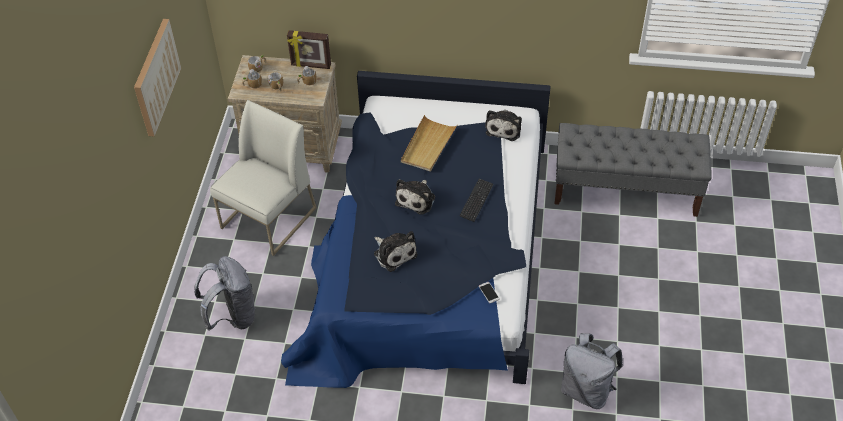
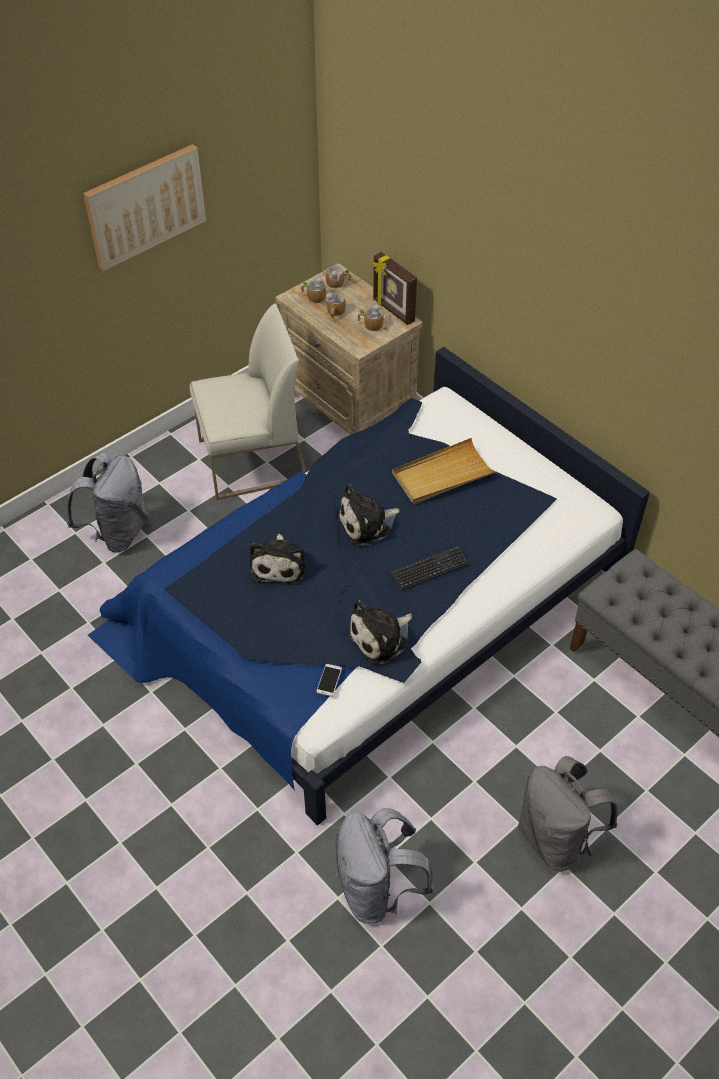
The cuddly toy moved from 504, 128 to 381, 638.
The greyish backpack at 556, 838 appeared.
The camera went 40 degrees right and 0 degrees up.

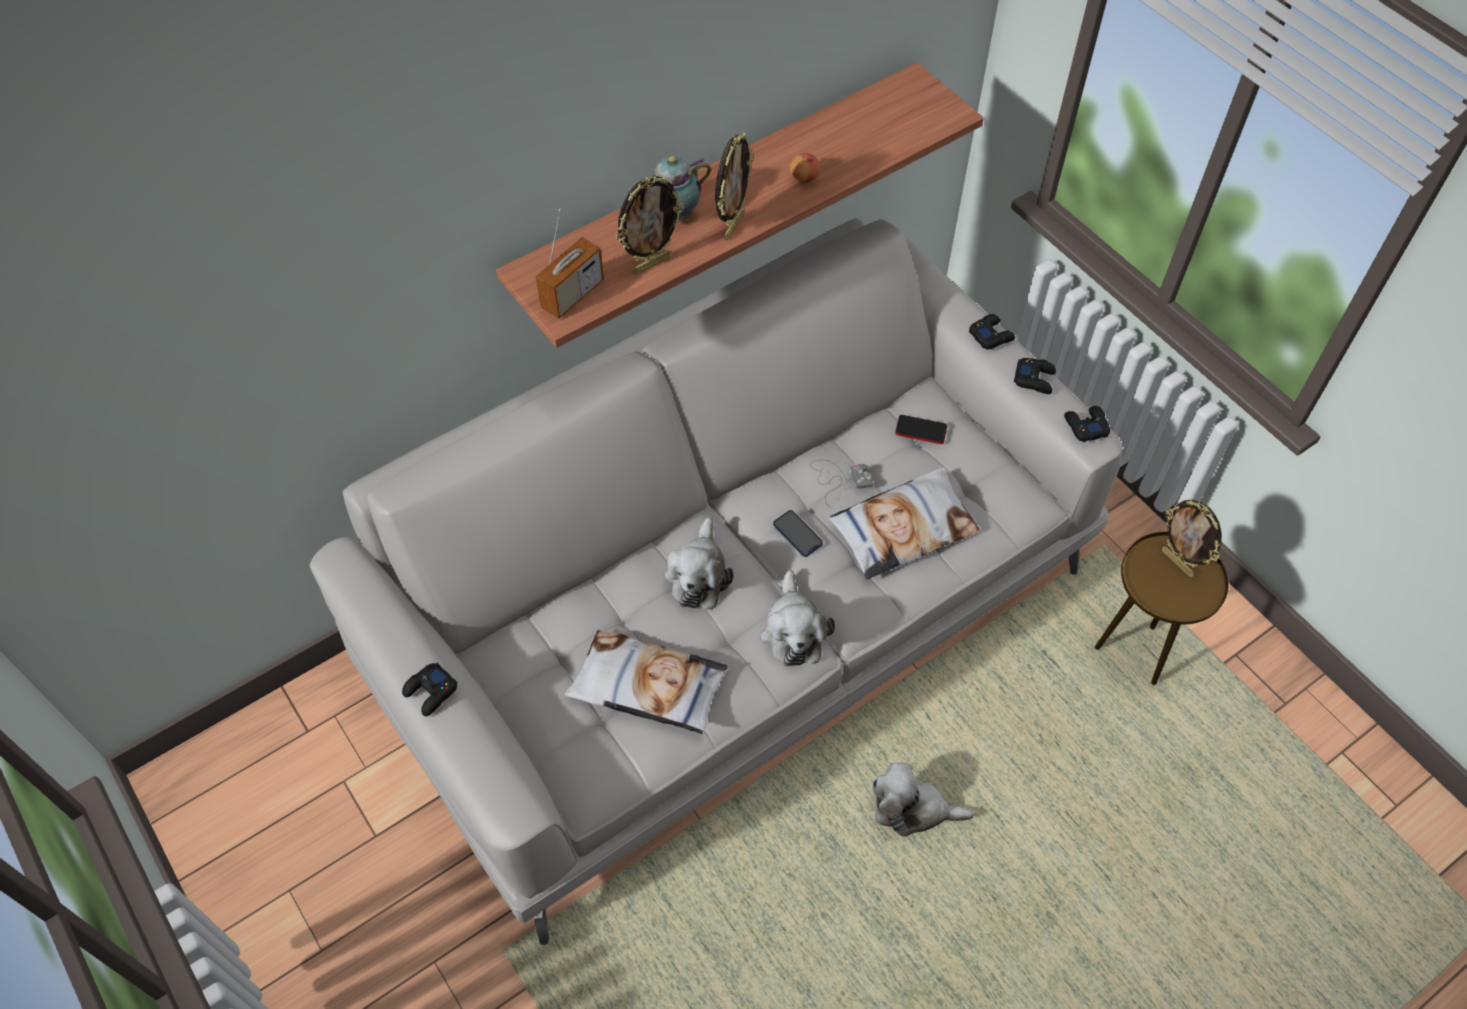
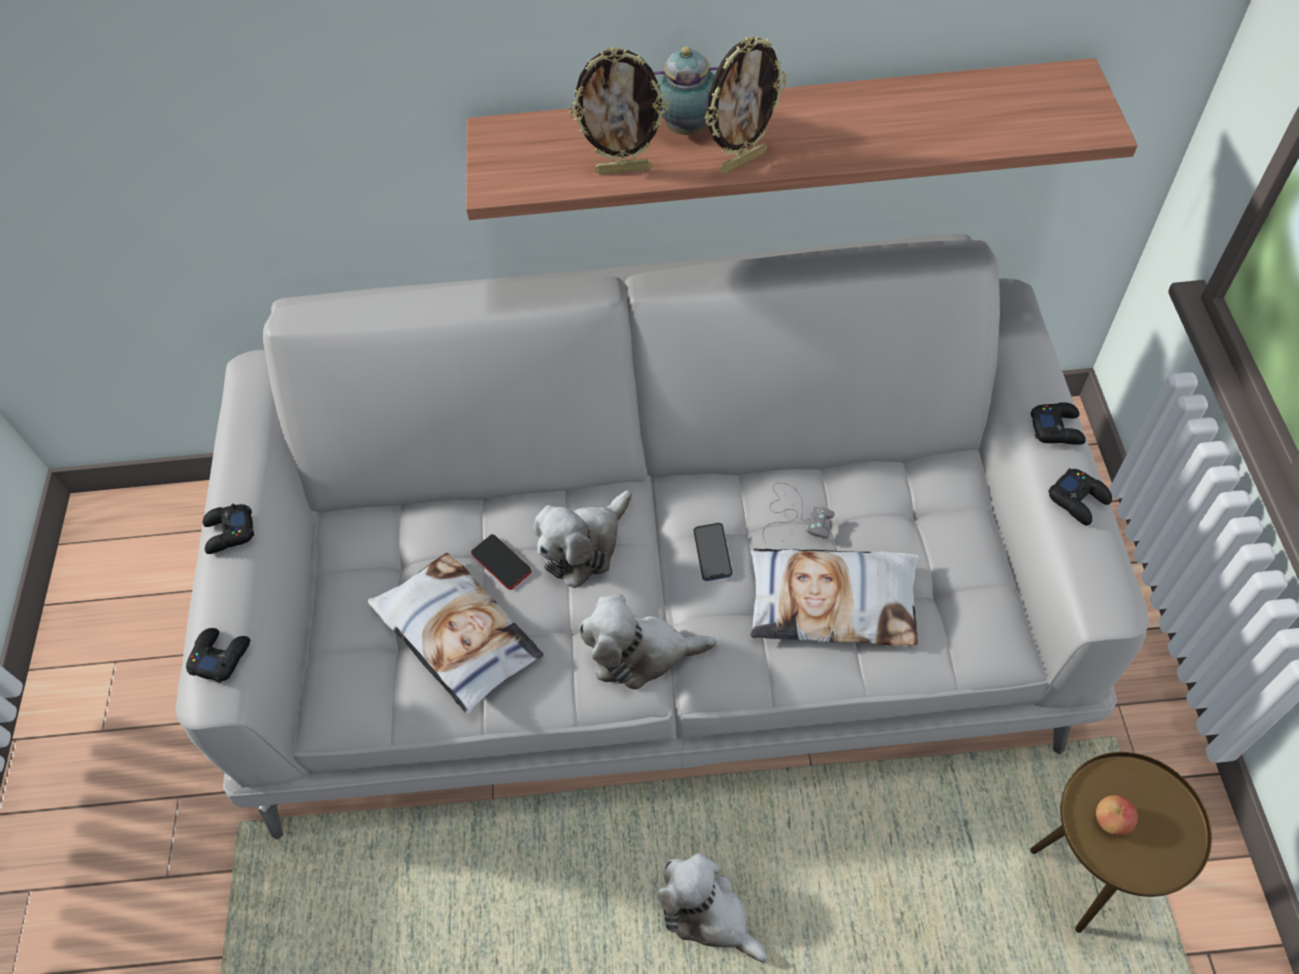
The black-coloured game controller moved from 1085, 426 to 220, 656.
The handset moved from 921, 430 to 501, 562.
The cuddly toy at 794, 630 turned 60 degrees clockwise.
The whole apple moved from 804, 178 to 1111, 820.
The radio receiver at 573, 295 disappeared.
The standing frame at 1177, 563 disappeared.
The camera went 35 degrees right and 0 degrees up.

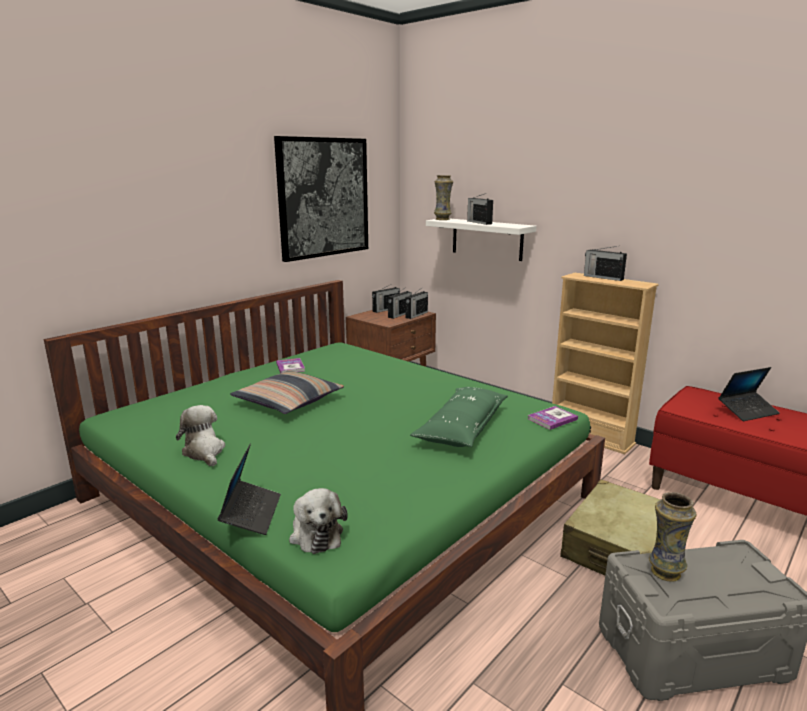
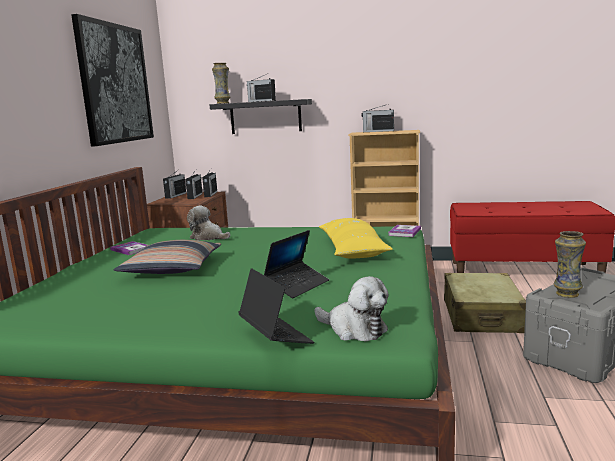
The cuddly toy moved from 204, 452 to 208, 237.
The white shelf at 487, 239 became the black-coloured shelf at 265, 117.
The notebook computer moved from 747, 411 to 297, 285.
The green pillow at 462, 428 became the yellow pillow at 352, 249.
The camera went 30 degrees left and 5 degrees down.

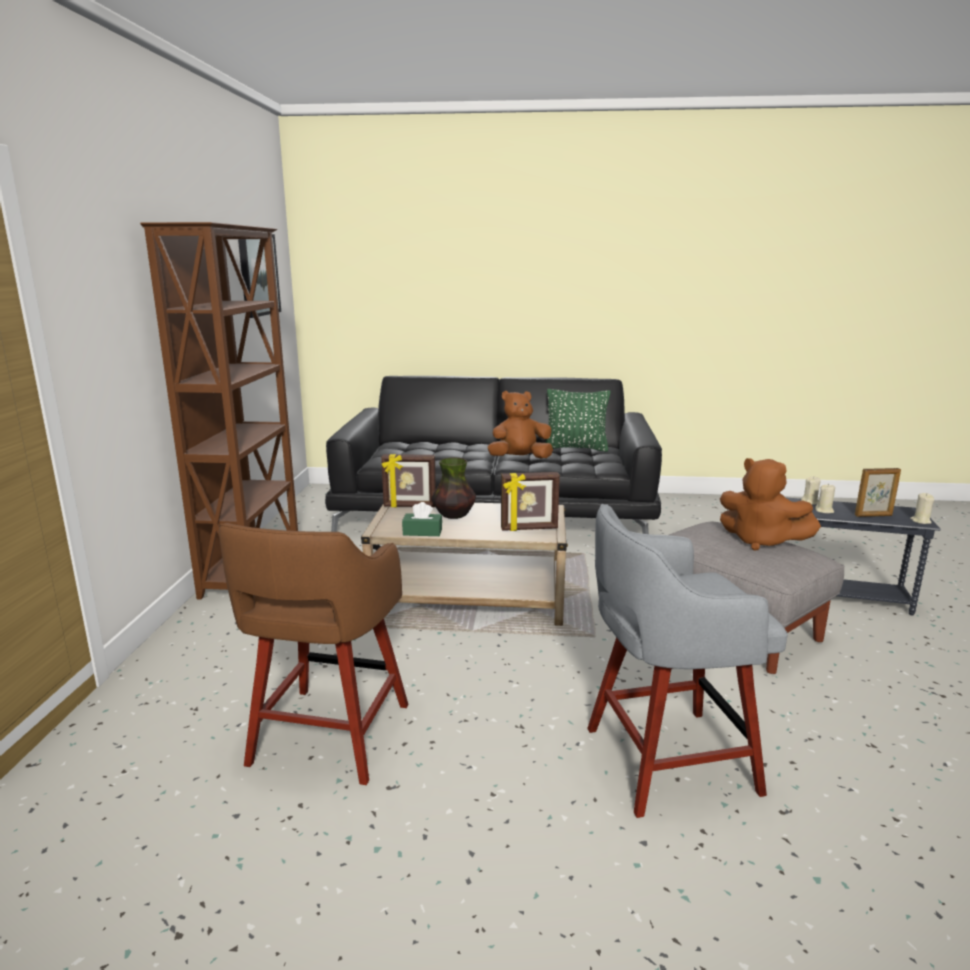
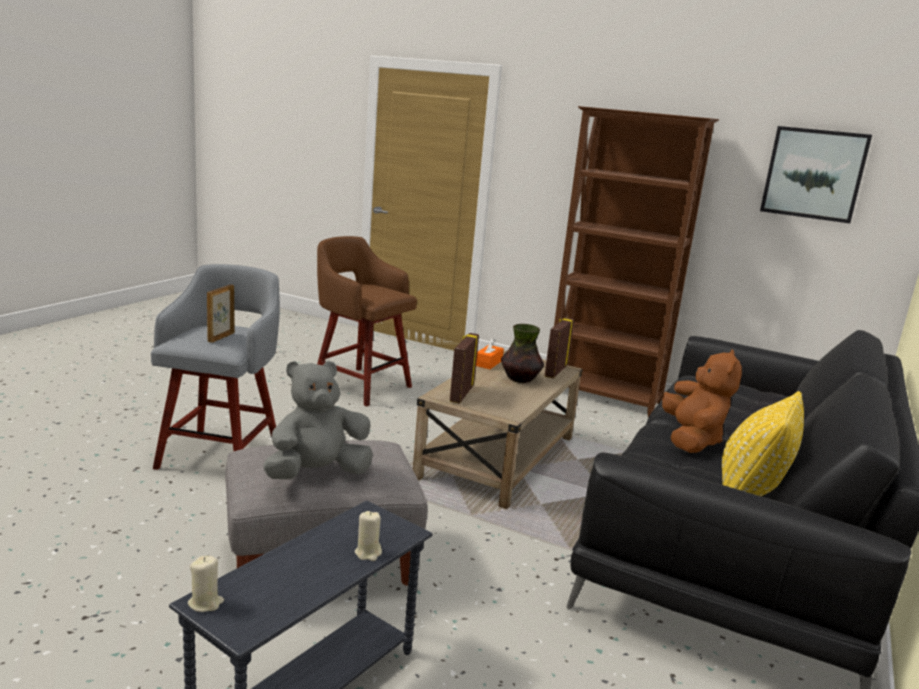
The standing frame moved from 873, 516 to 220, 337.
The brown cuddly toy at 761, 541 became the greyish cuddly toy at 317, 473.
The green box of tissues at 422, 532 became the orange box of tissues at 488, 363.
The green pillow at 576, 448 became the yellow pillow at 750, 492.
The beige-coloured candle at 824, 511 disappeared.
The camera went 110 degrees right and 0 degrees up.

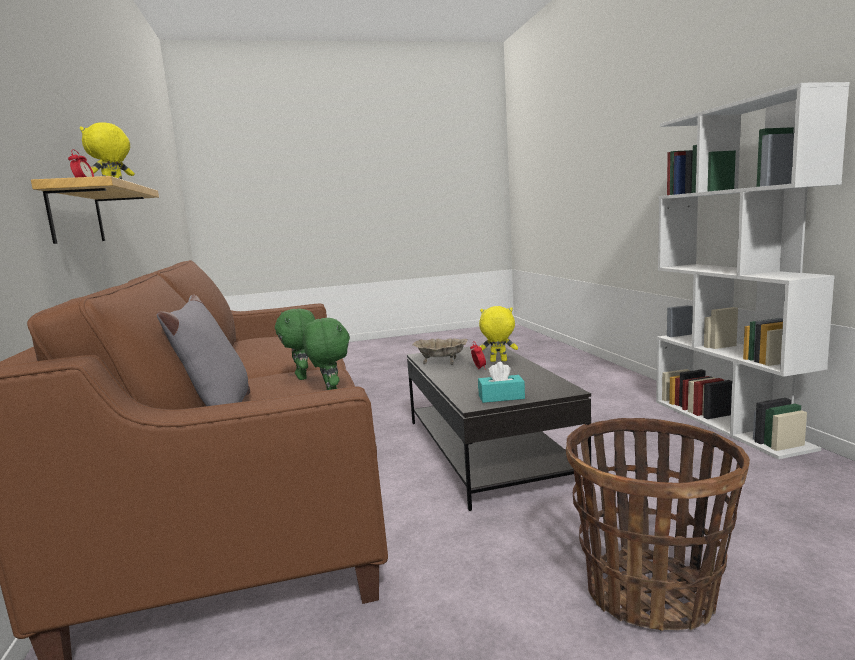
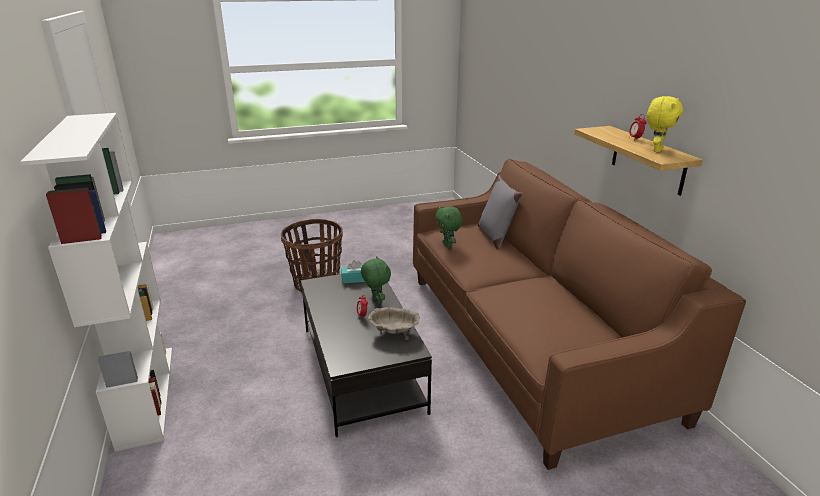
The green cuddly toy moved from 303, 377 to 376, 300.
The yellow cuddly toy at 498, 361 disappeared.
The camera went 175 degrees right and 15 degrees up.

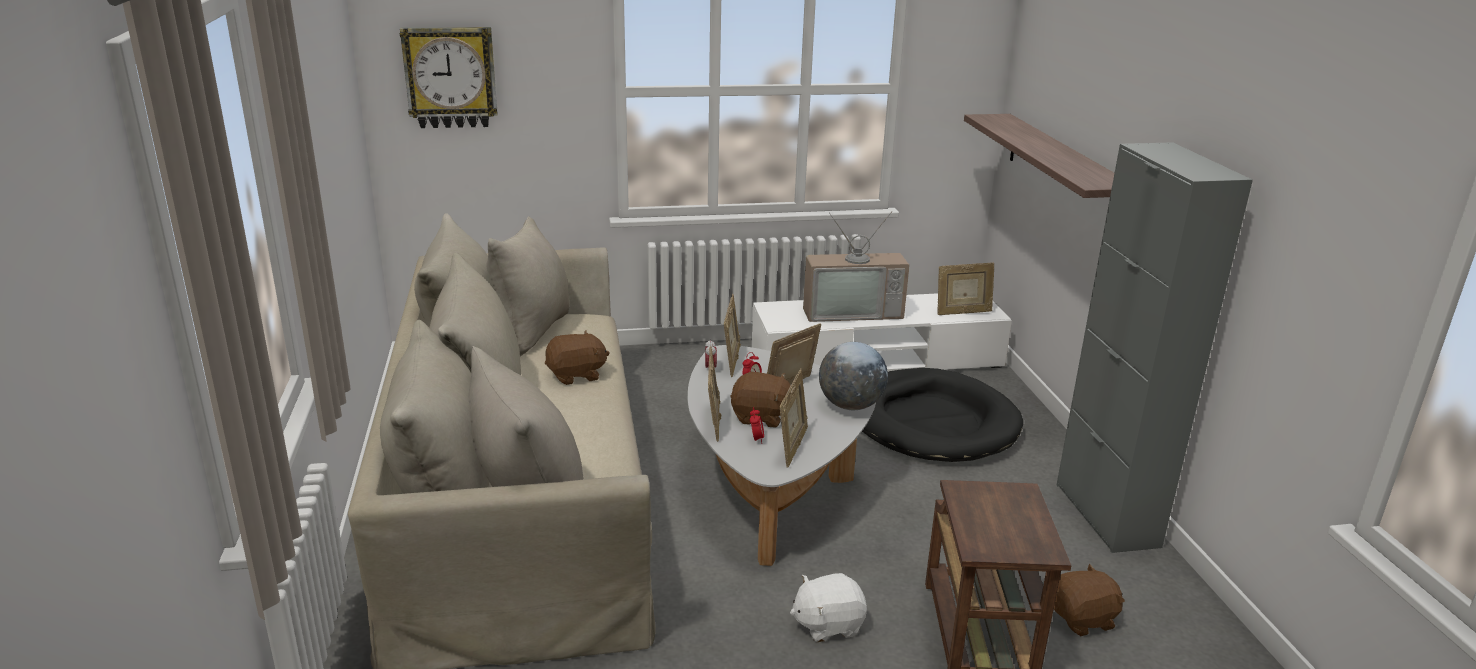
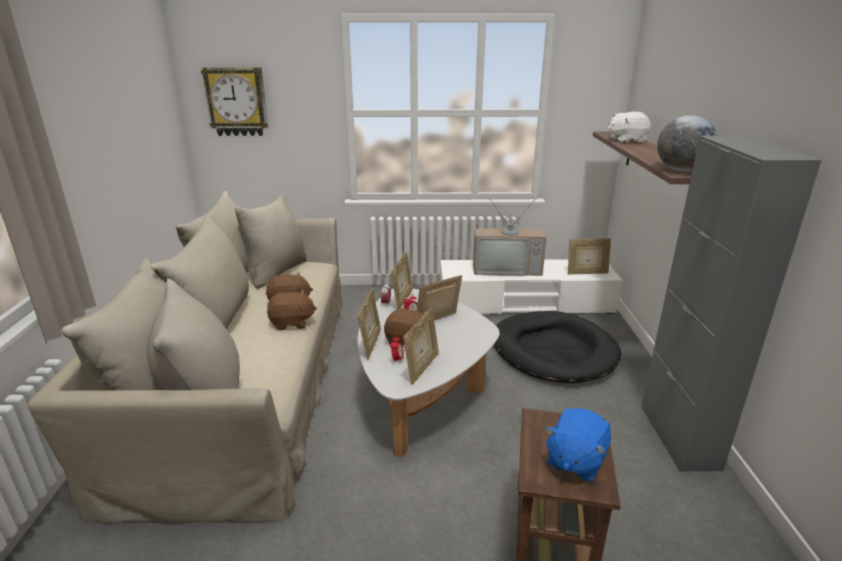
The brown cuddly toy moved from 1082, 619 to 292, 323.
The blue cuddly toy at 575, 460 appeared.
The white cuddly toy moved from 827, 624 to 626, 140.
The globe moved from 850, 405 to 681, 170.
The camera went 10 degrees right and 0 degrees up.

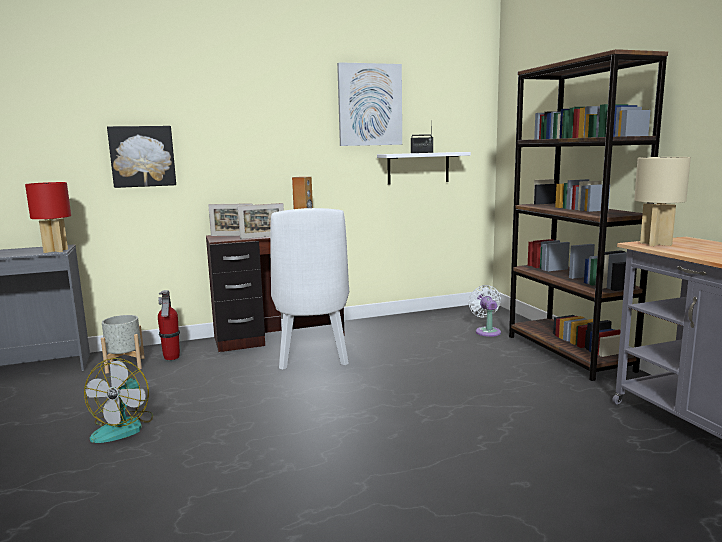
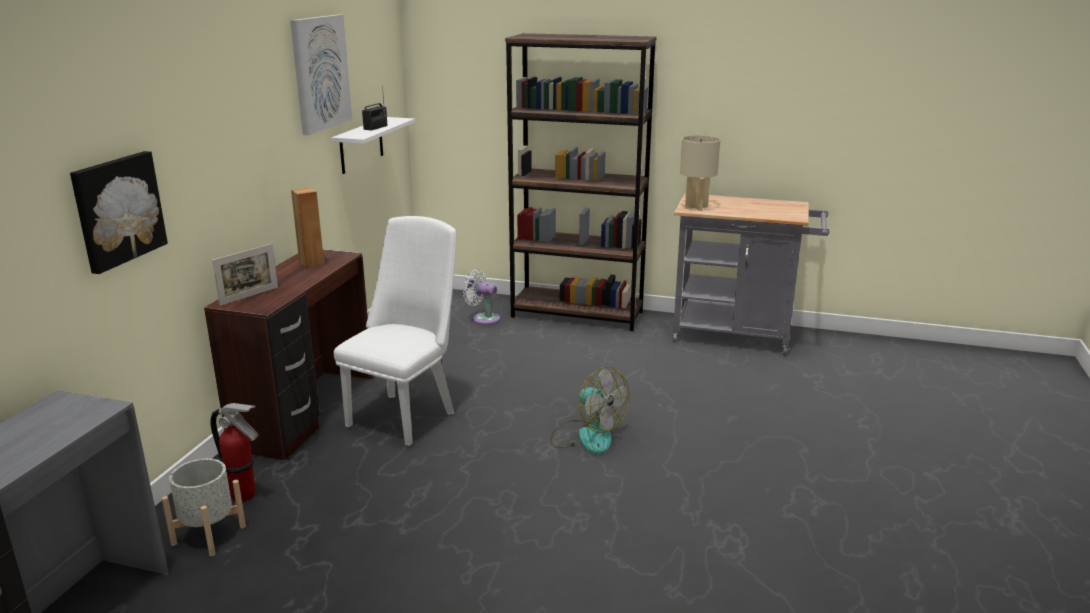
The white upright chair at 313, 359 turned 90 degrees counterclockwise.
The cooling fan moved from 124, 427 to 587, 436.
The reddish lamp for a table at 56, 250 disappeared.
The standing frame at 262, 237 disappeared.
The camera went 55 degrees left and 10 degrees up.

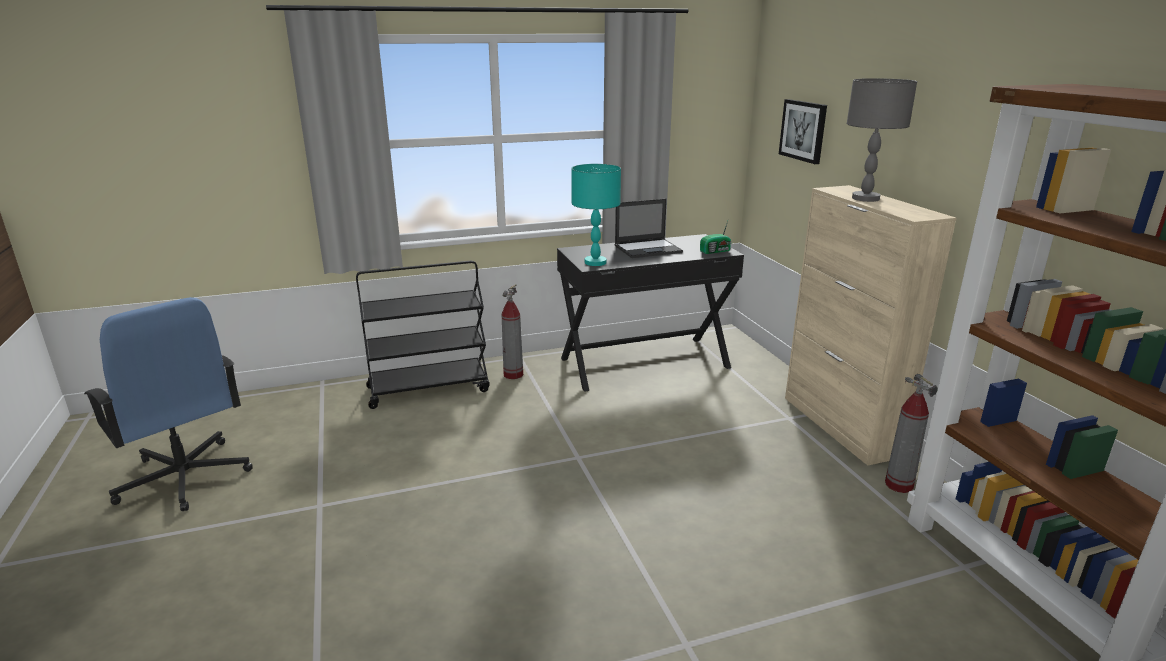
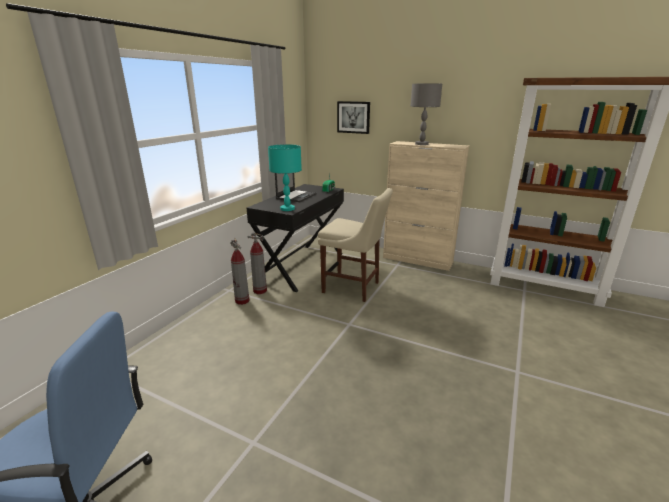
The extinguisher moved from 898, 485 to 260, 291.
The beige-coloured upright chair at 353, 288 appeared.
The black-coloured cart at 429, 389 disappeared.
The camera went 45 degrees left and 0 degrees up.

